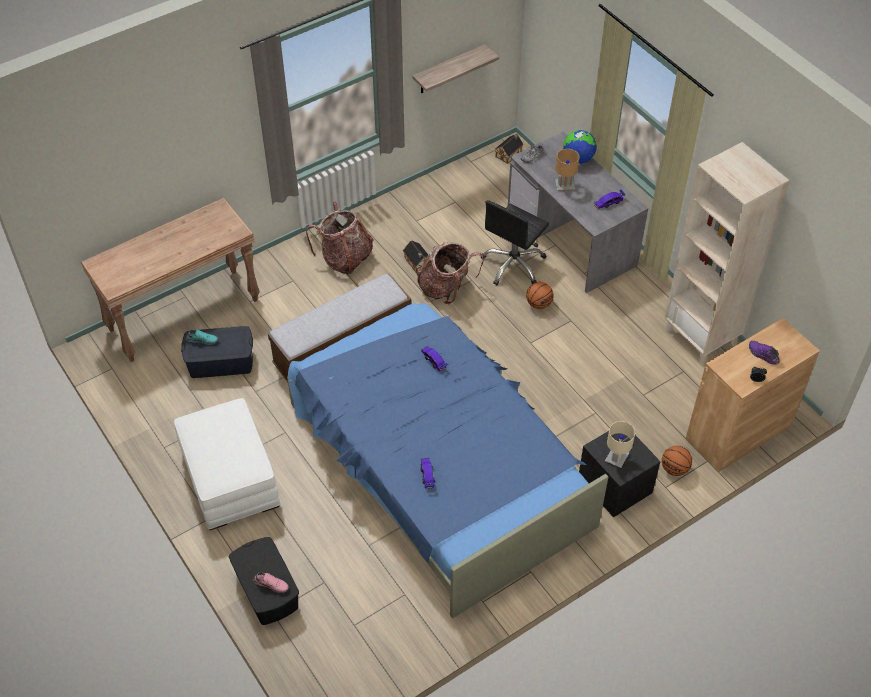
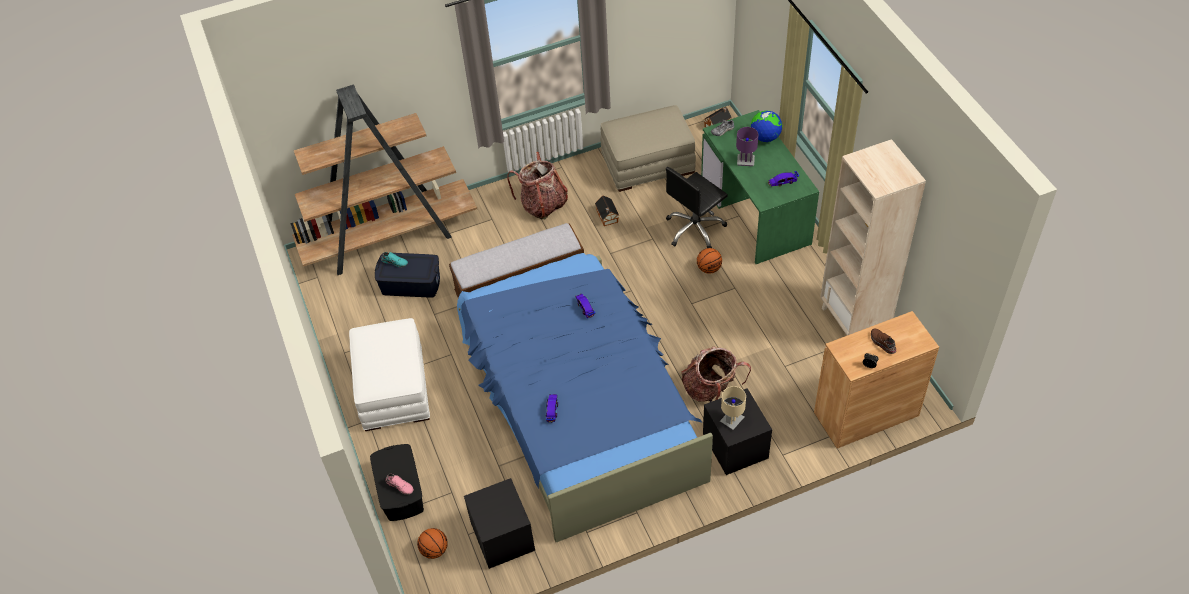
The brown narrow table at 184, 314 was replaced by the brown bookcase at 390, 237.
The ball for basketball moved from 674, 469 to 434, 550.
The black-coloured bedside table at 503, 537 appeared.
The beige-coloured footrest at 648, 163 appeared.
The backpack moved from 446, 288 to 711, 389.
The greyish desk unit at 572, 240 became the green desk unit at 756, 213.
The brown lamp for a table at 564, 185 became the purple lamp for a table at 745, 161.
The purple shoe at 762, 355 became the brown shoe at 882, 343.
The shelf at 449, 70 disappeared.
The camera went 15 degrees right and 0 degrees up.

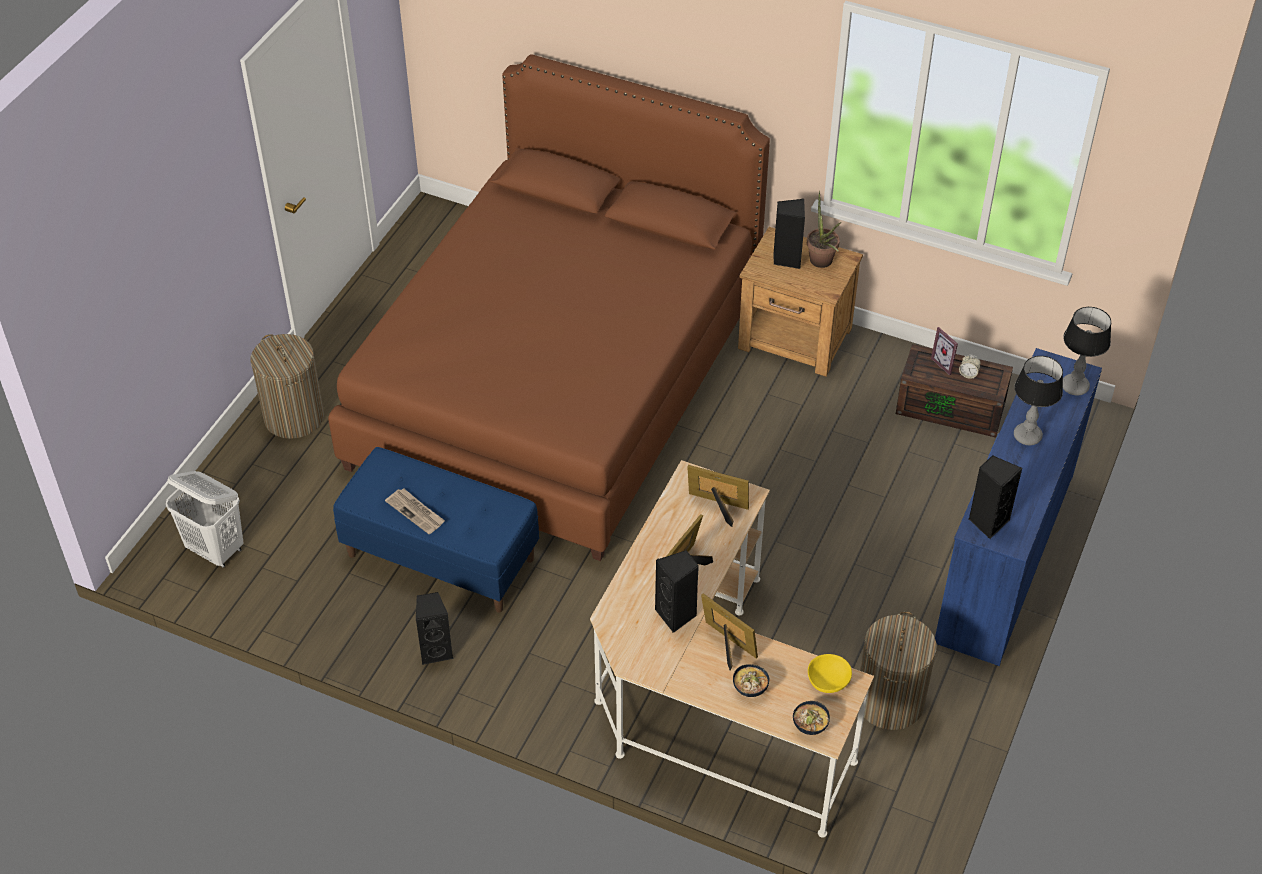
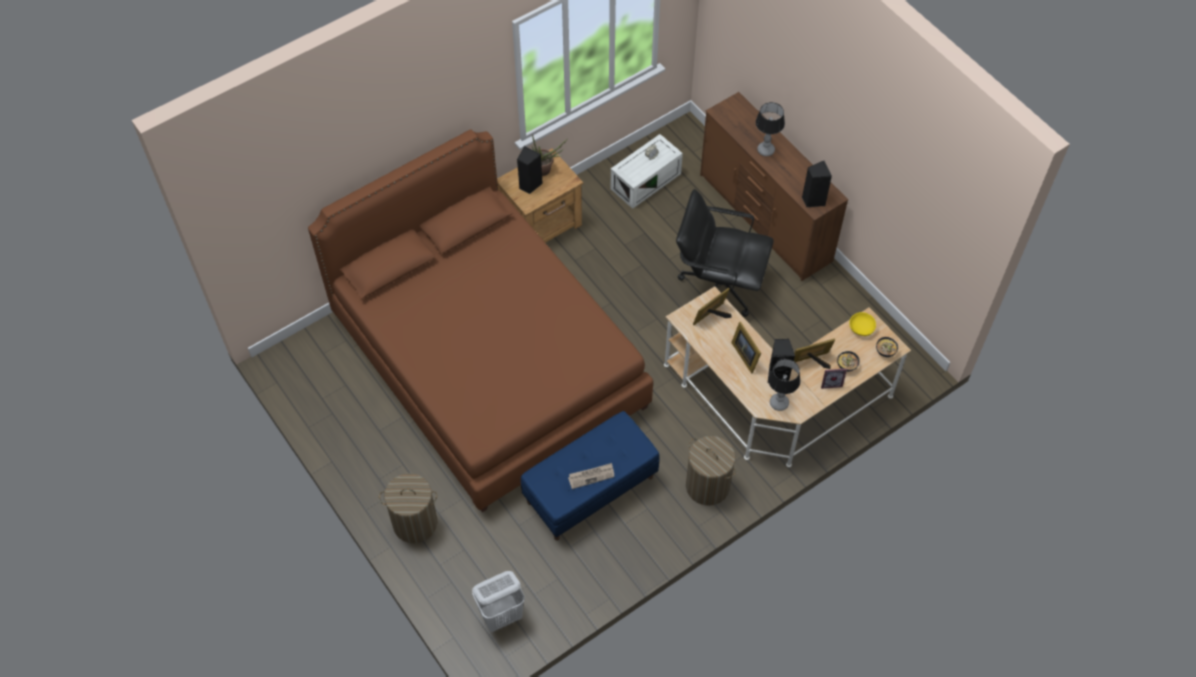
The brown storage box at 952, 407 became the white storage box at 645, 180.
The black-coloured computer chair at 718, 287 appeared.
The laundry basket moved from 890, 702 to 707, 486.
The blue dresser at 1003, 557 became the brown dresser at 764, 218.
The lamp for a table moved from 1075, 387 to 779, 403.
The standing frame moved from 946, 363 to 830, 382.
The black-coloured speaker at 436, 650 disappeared.
The camera went 60 degrees left and 10 degrees up.

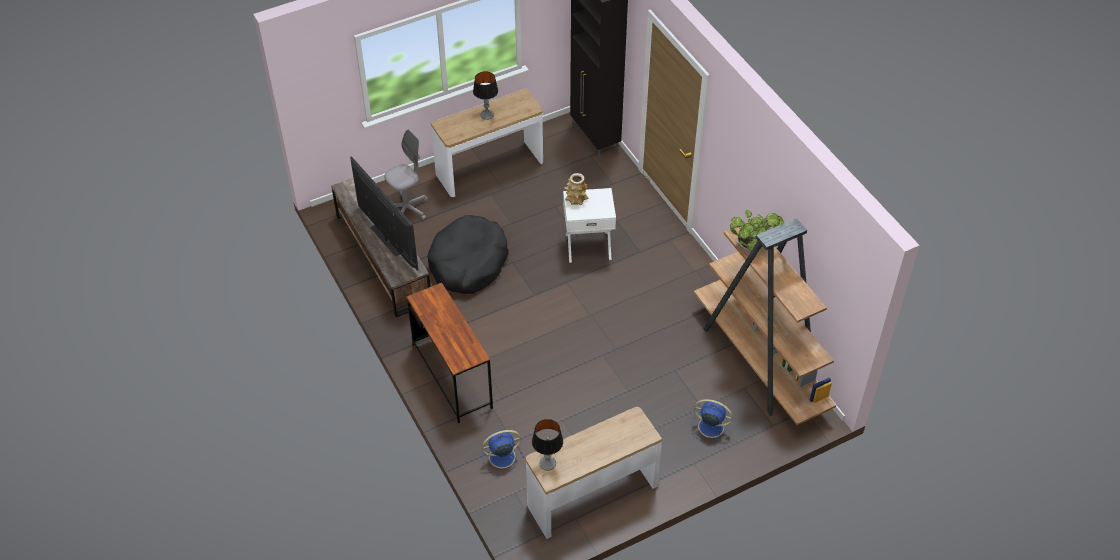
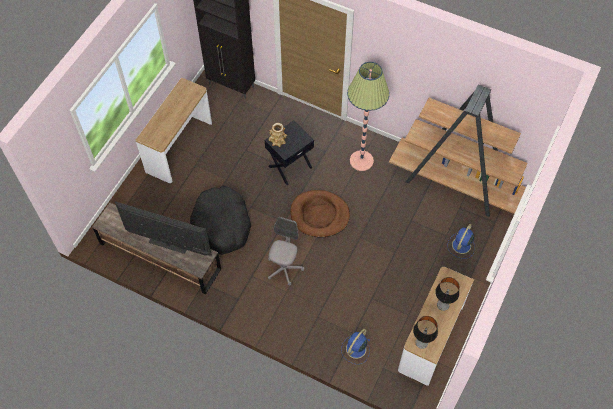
The white accent table at 588, 245 became the black-coloured accent table at 289, 166.
The greyish computer chair moved from 407, 209 to 284, 269.
The brown pet bed at 319, 215 appeared.
The standing lamp at 361, 161 appeared.
The lamp for a table moved from 487, 115 to 442, 305.
The blue cooling fan at 709, 426 turned 45 degrees counterclockwise.
The brown desk unit at 452, 376 disappeared.
The potted plant at 753, 246 disappeared.
The camera went 35 degrees left and 10 degrees up.

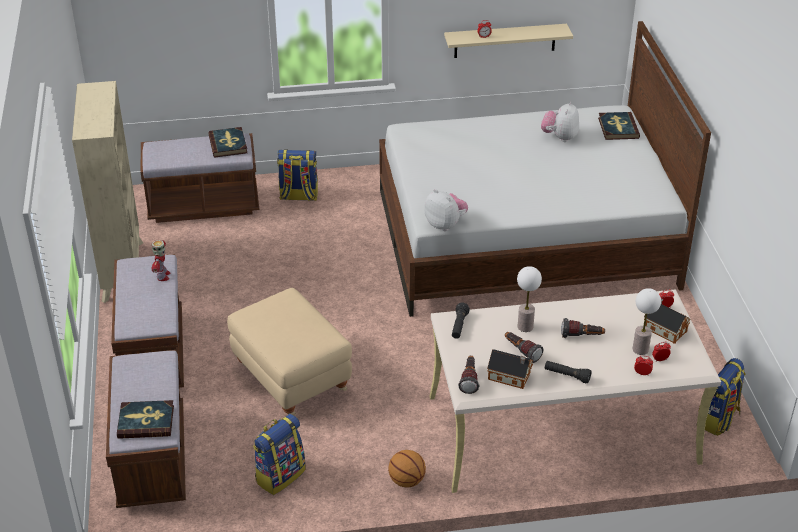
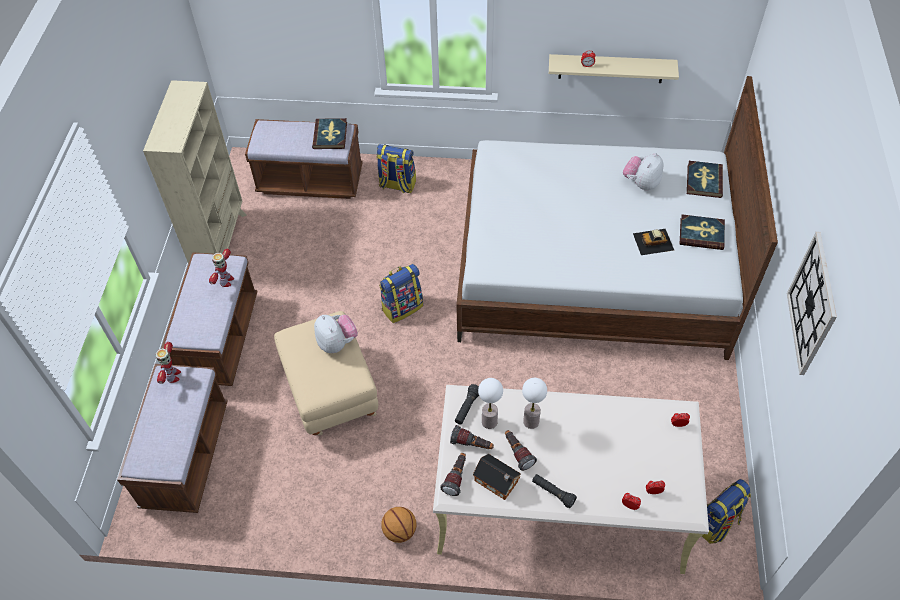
The robot figure at 173, 376 appeared.
The cuddly toy moved from 445, 224 to 337, 343.
The backpack moved from 280, 475 to 402, 307.
The torch moved from 582, 336 to 472, 444.
The lamp for a table moved from 640, 349 to 489, 421.
The toy car at 653, 242 appeared.
The volume moved from 146, 421 to 701, 234.
The clock on the wall at 812, 304 appeared.
The model house at 664, 329 disappeared.
The camera went 15 degrees right and 15 degrees up.

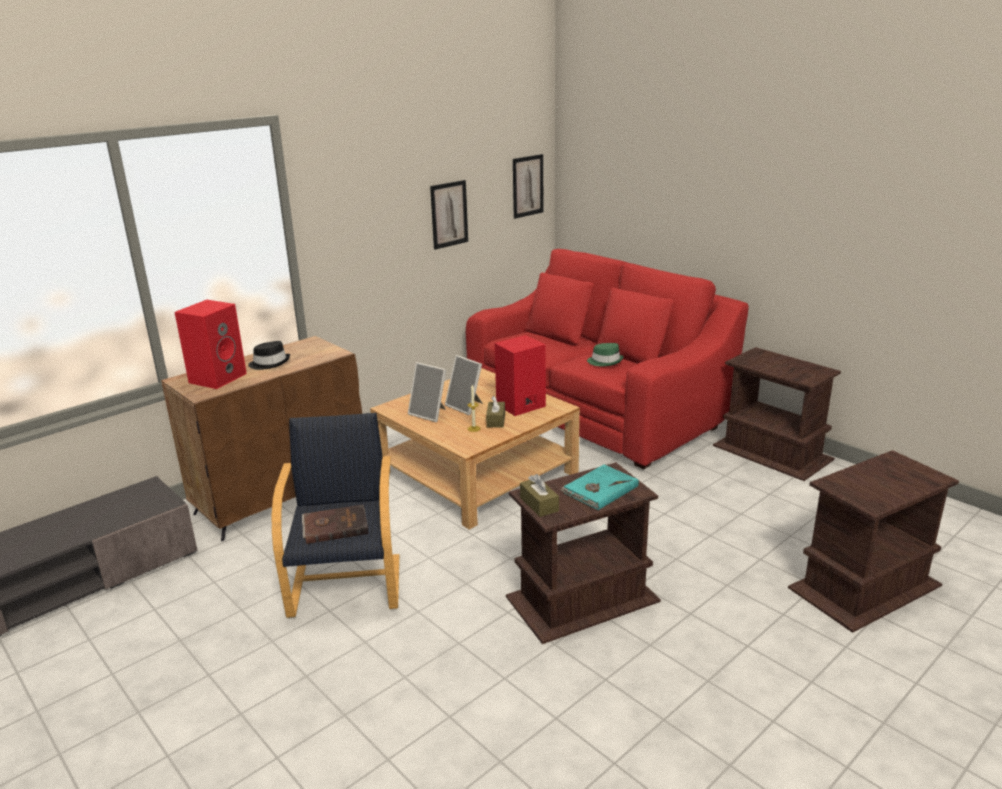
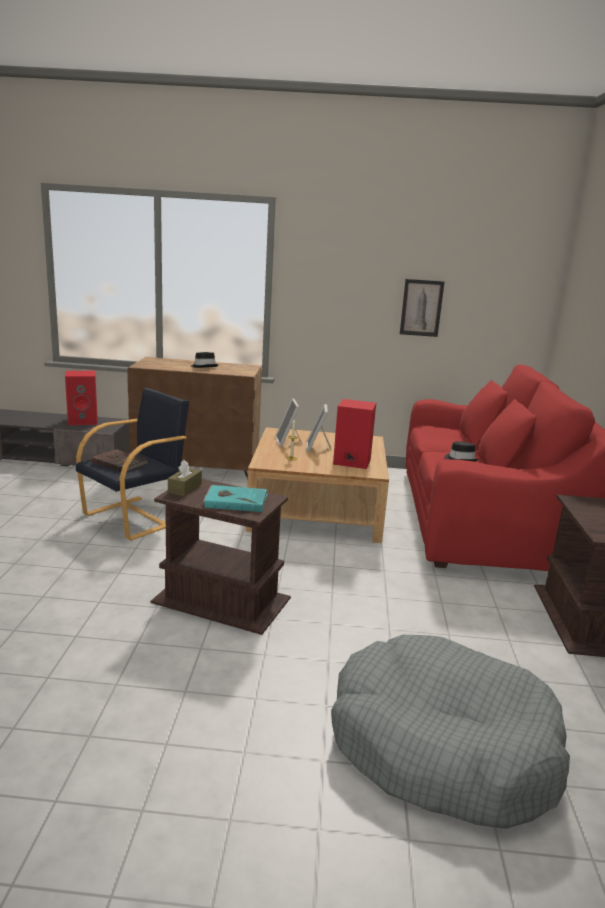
The reddish speaker moved from 218, 377 to 84, 421.
The brown accent table at 865, 586 was replaced by the greyish pet bed at 441, 746.
The green clothing hat at 605, 361 became the black-coloured clothing hat at 460, 459.
The brown box of tissues at 496, 420 disappeared.
The wall art at 527, 186 disappeared.
The camera went 45 degrees right and 5 degrees down.

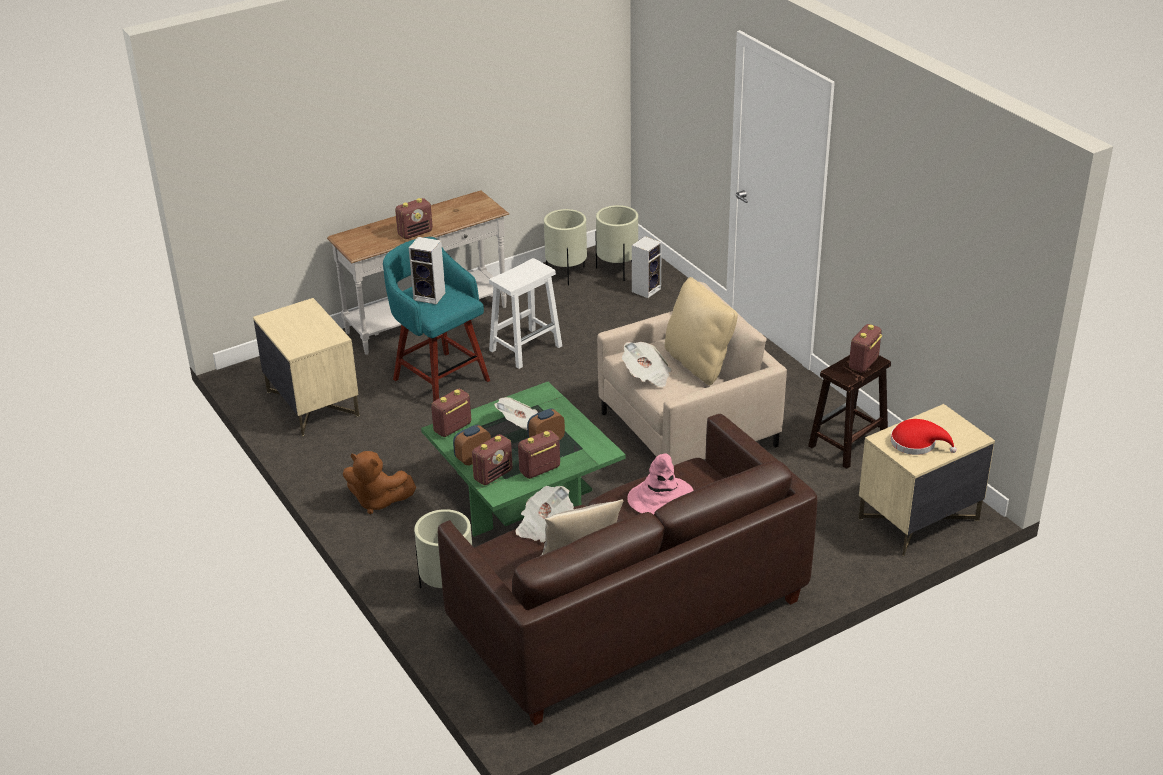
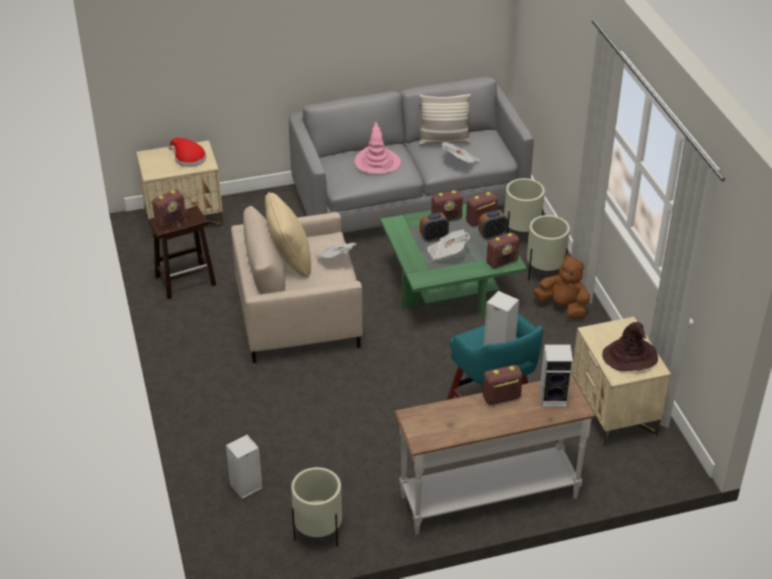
The brown settee at 628, 614 became the greyish settee at 409, 199.
The beige-coloured plant pot moved from 617, 270 to 545, 273.
The speaker at 554, 397 appeared.
The brown clothing hat at 630, 357 appeared.
The white sitting stool at 526, 348 disappeared.
The camera went 165 degrees left and 5 degrees up.

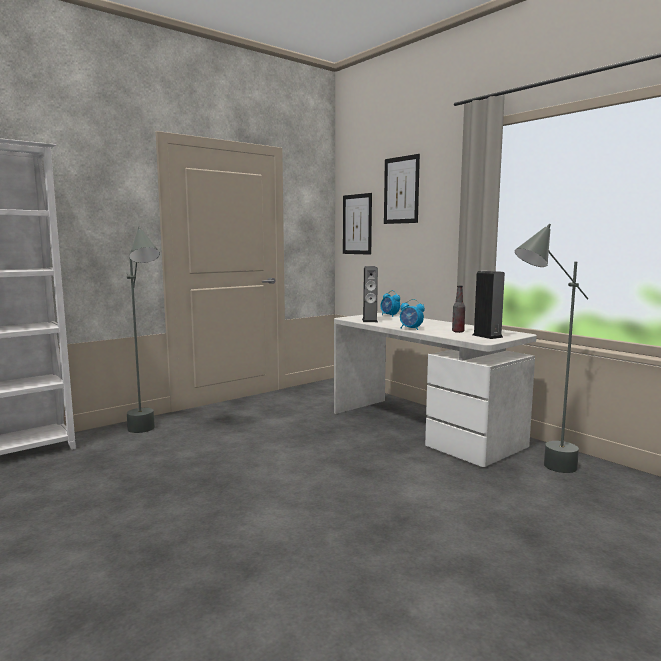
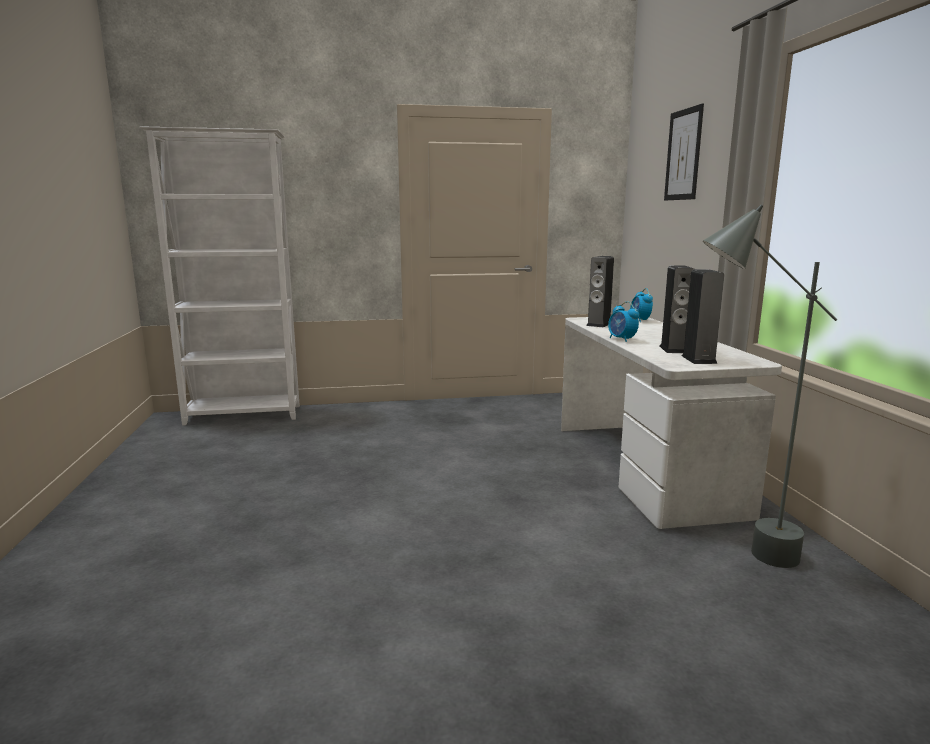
The drink bottle at 458, 331 was replaced by the speaker at 674, 349.
The greyish standing lamp at 147, 434 disappeared.
The wall art at 357, 224 disappeared.
The camera went 30 degrees right and 5 degrees up.

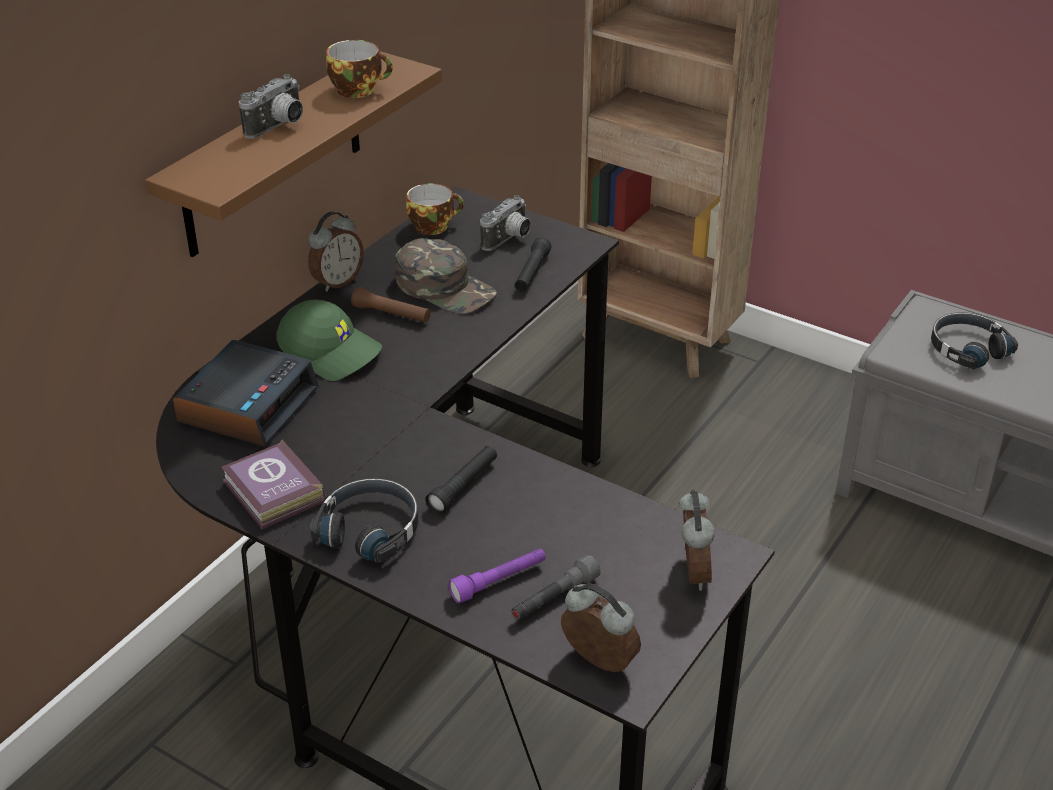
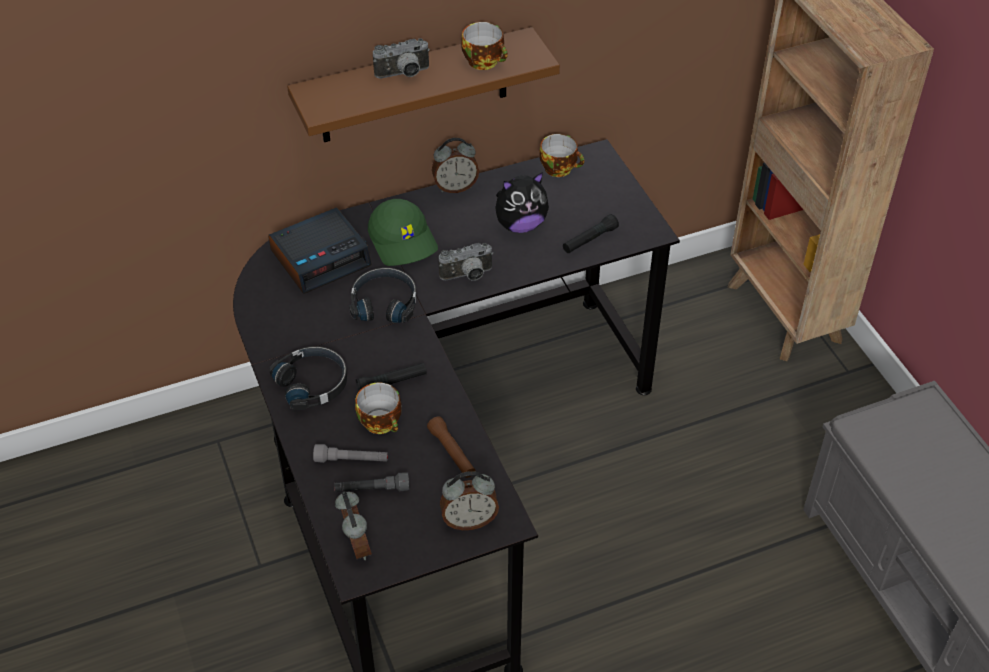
The purple torch at 499, 582 became the greyish torch at 351, 460.
The black-coloured headset moved from 967, 349 to 384, 302.
The drinking cup at 382, 423 appeared.
The brown torch moved from 392, 314 to 452, 453.
The still camera moved from 509, 240 to 467, 276.
The table clock at 691, 573 turned 45 degrees clockwise.
The green baseball cap at 445, 287 was replaced by the cuddly toy at 520, 225.
The volume at 273, 494 disappeared.
The camera went 35 degrees right and 10 degrees up.

